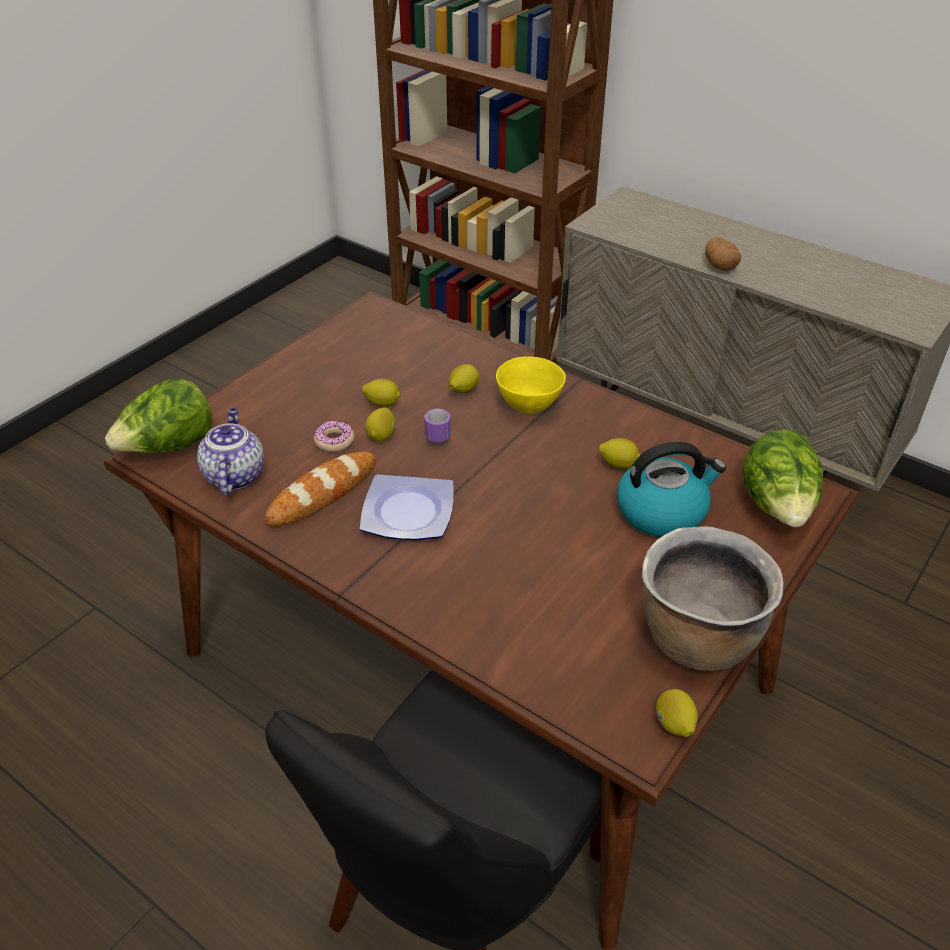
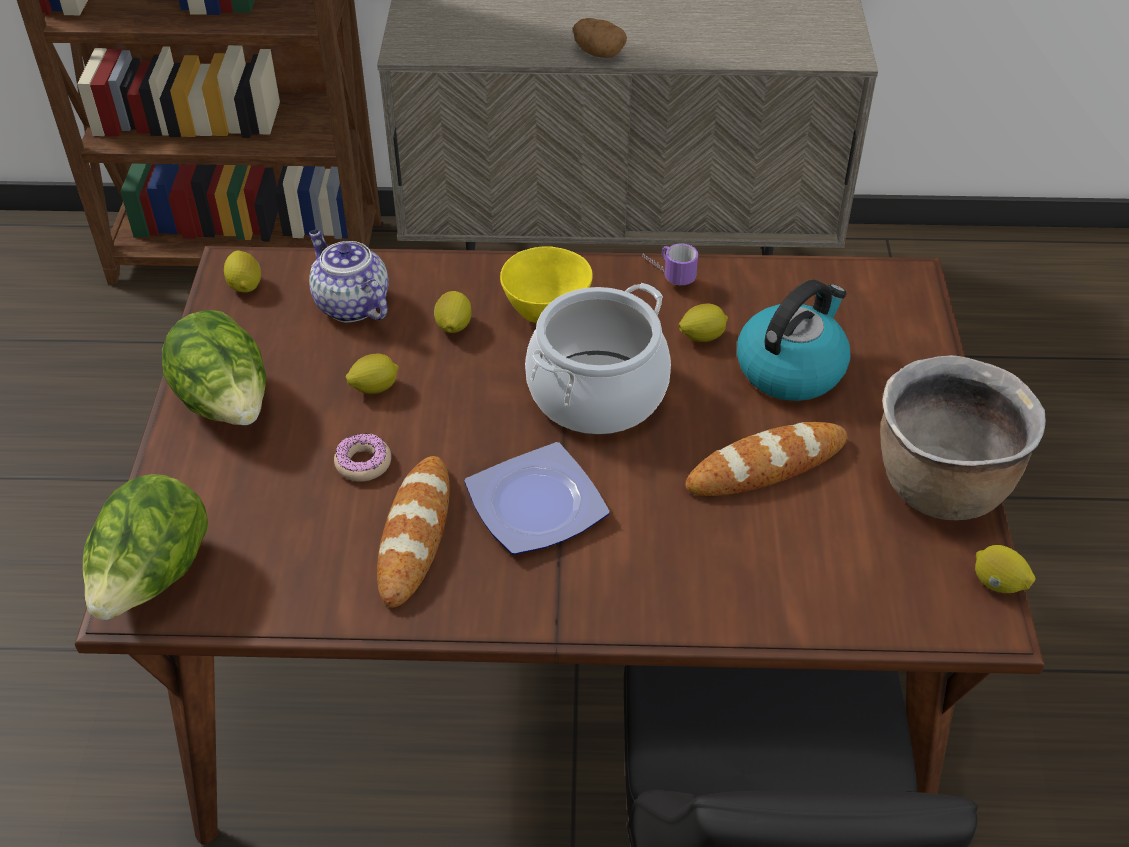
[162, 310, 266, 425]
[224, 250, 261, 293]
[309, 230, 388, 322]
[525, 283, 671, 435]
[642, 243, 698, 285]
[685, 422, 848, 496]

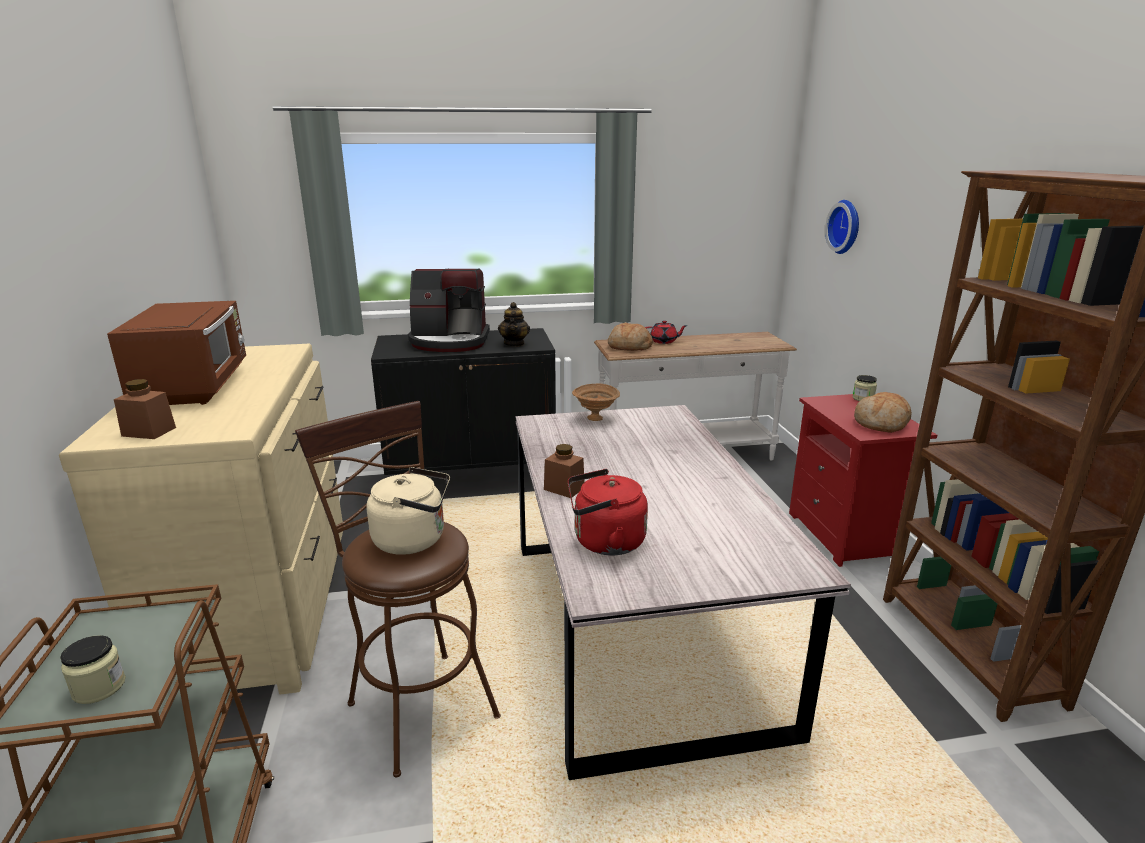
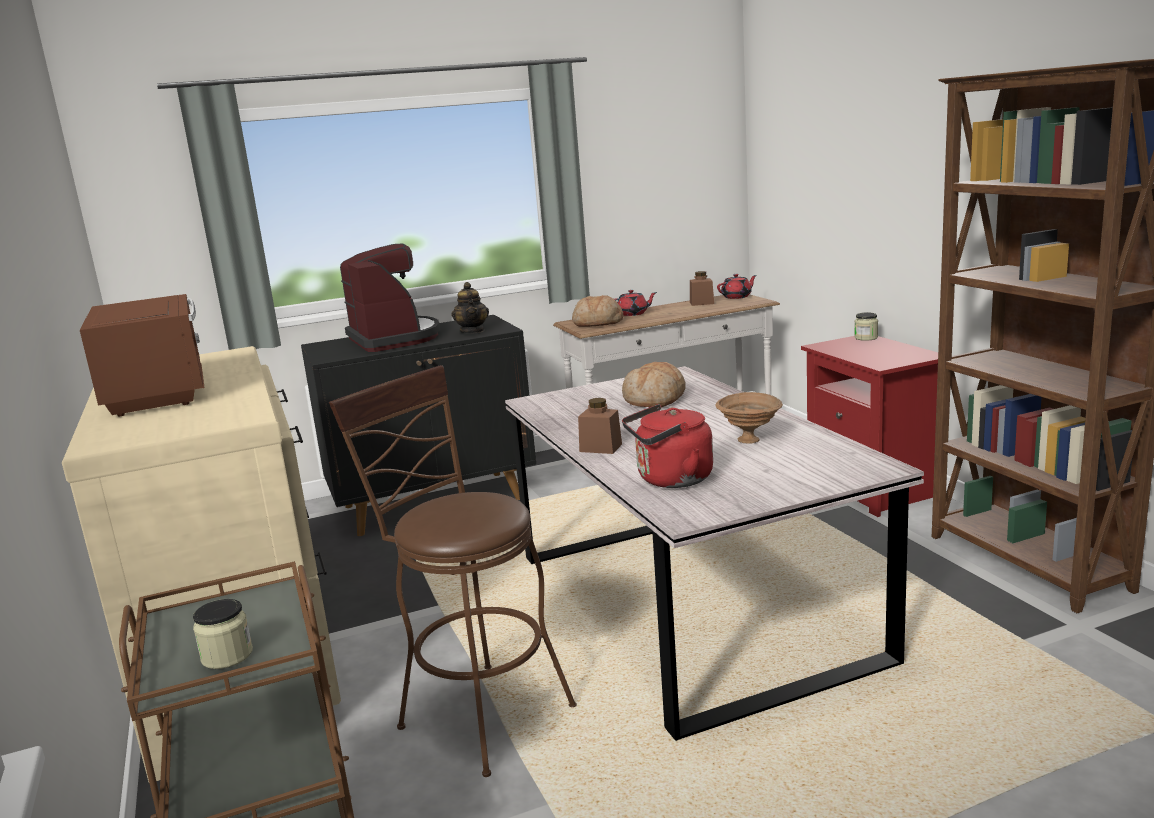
[340, 244, 440, 352]
[622, 362, 686, 407]
[690, 271, 714, 306]
[715, 392, 783, 444]
[717, 274, 757, 299]
[366, 467, 450, 555] (first image)
[825, 200, 859, 254] (first image)

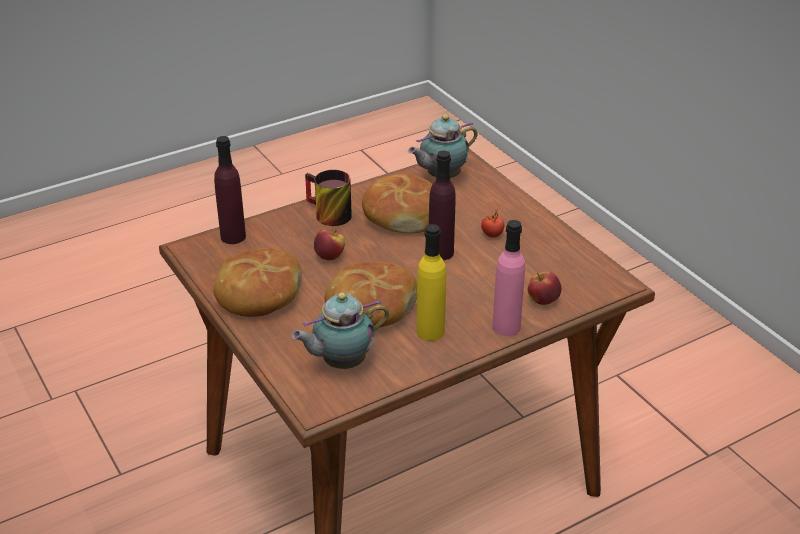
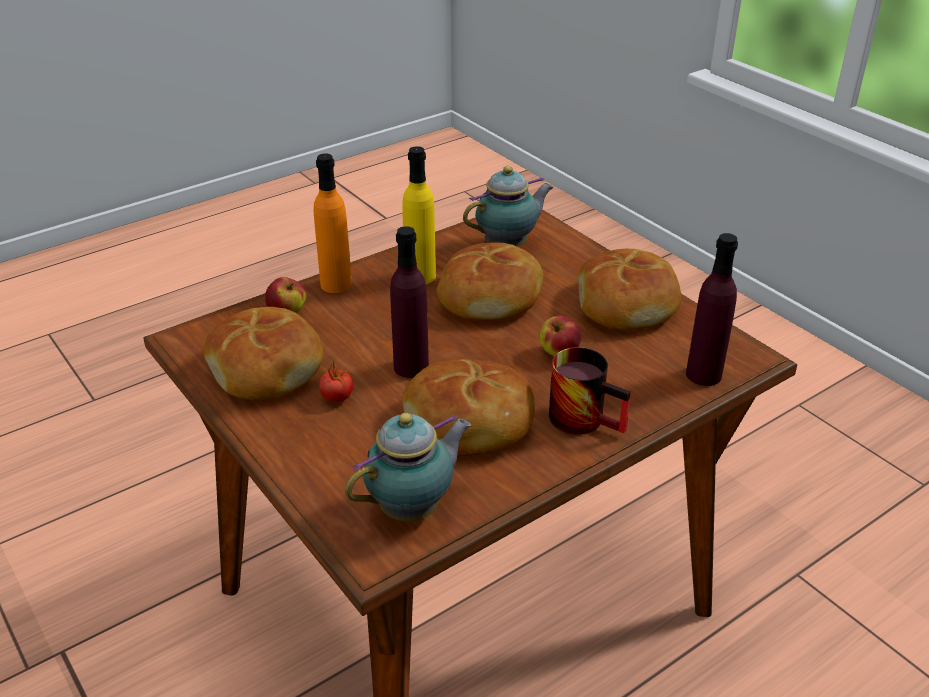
[204, 307, 323, 401]
[314, 154, 352, 293]

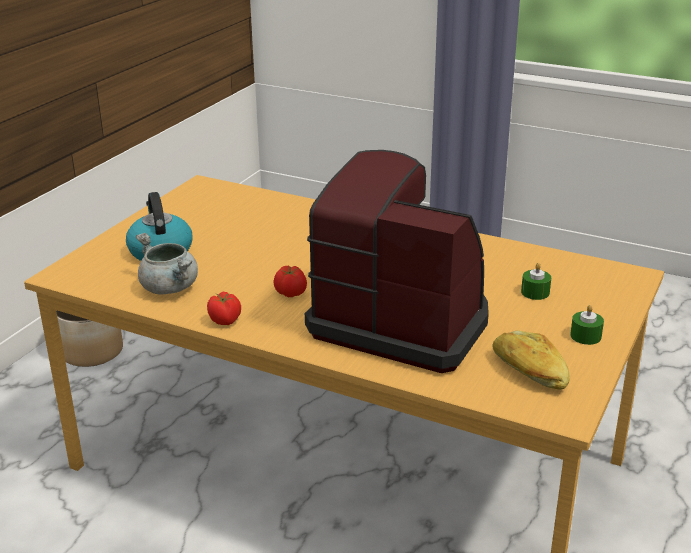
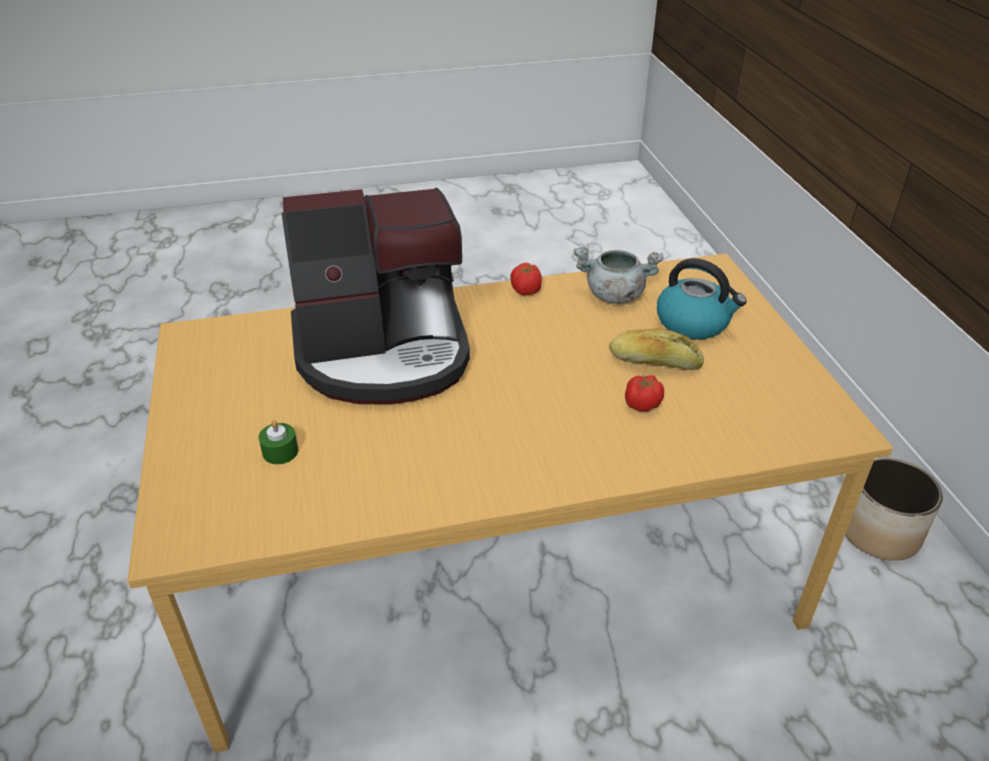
[609, 329, 704, 370]
[625, 375, 664, 411]
[570, 305, 604, 345] (first image)

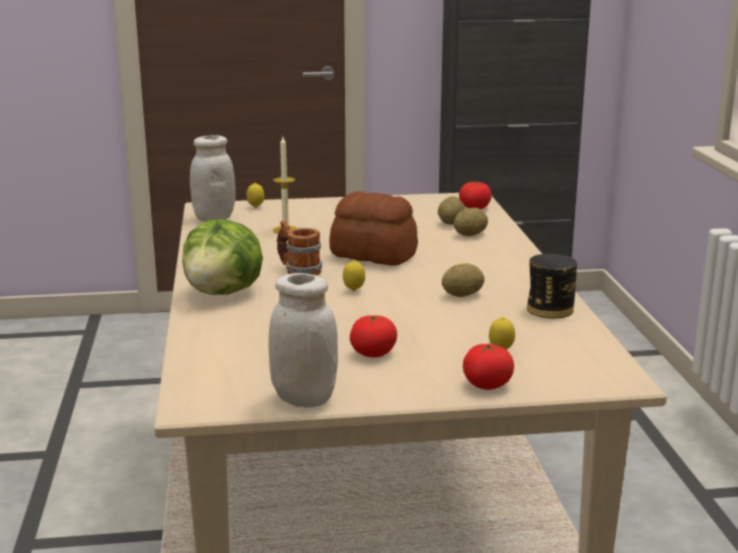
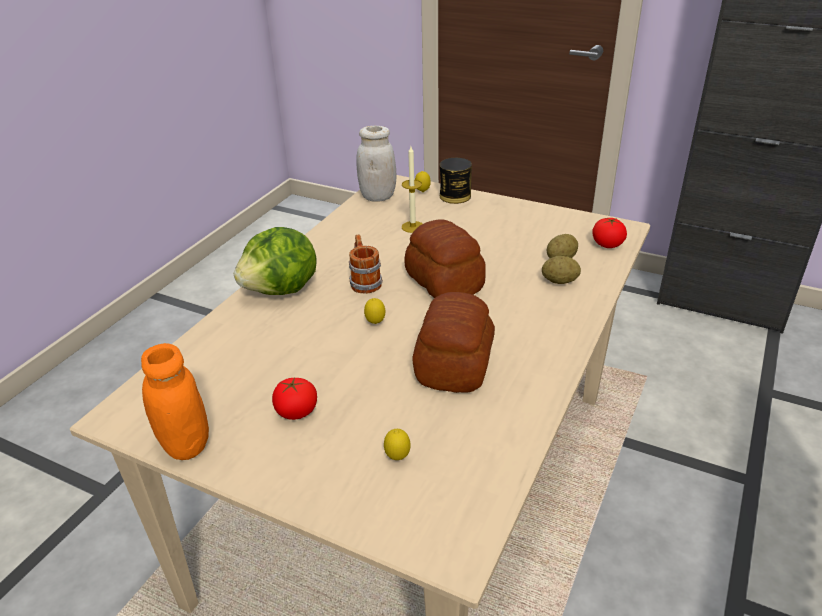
[141, 343, 209, 460]
[412, 292, 495, 393]
[440, 158, 472, 204]
[463, 343, 514, 390] (first image)

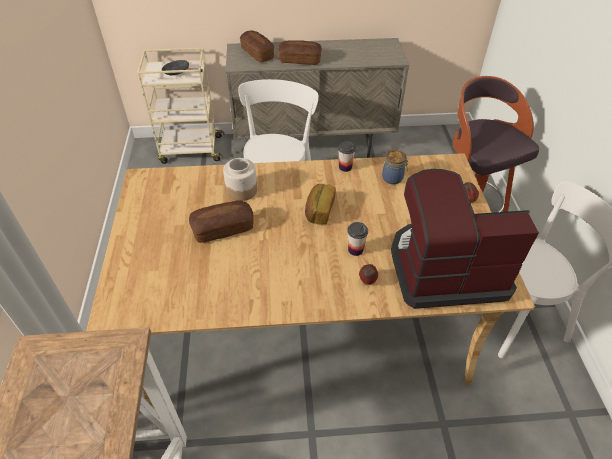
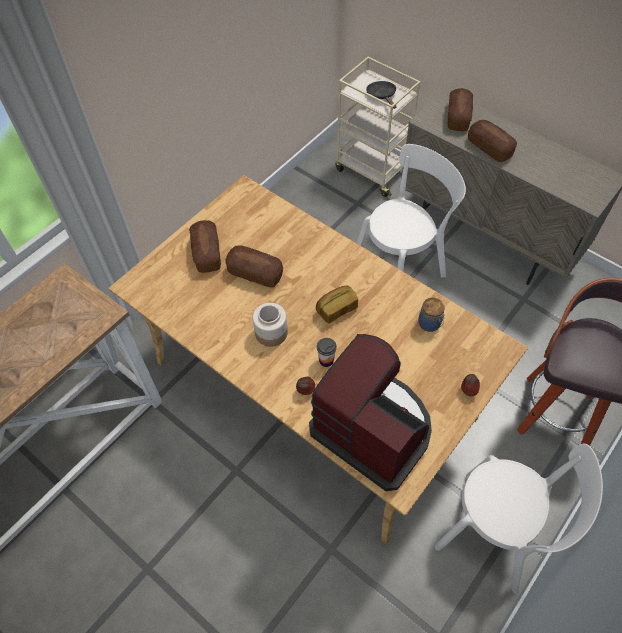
[189, 220, 221, 273]
[253, 303, 288, 347]
[338, 141, 356, 172] (first image)

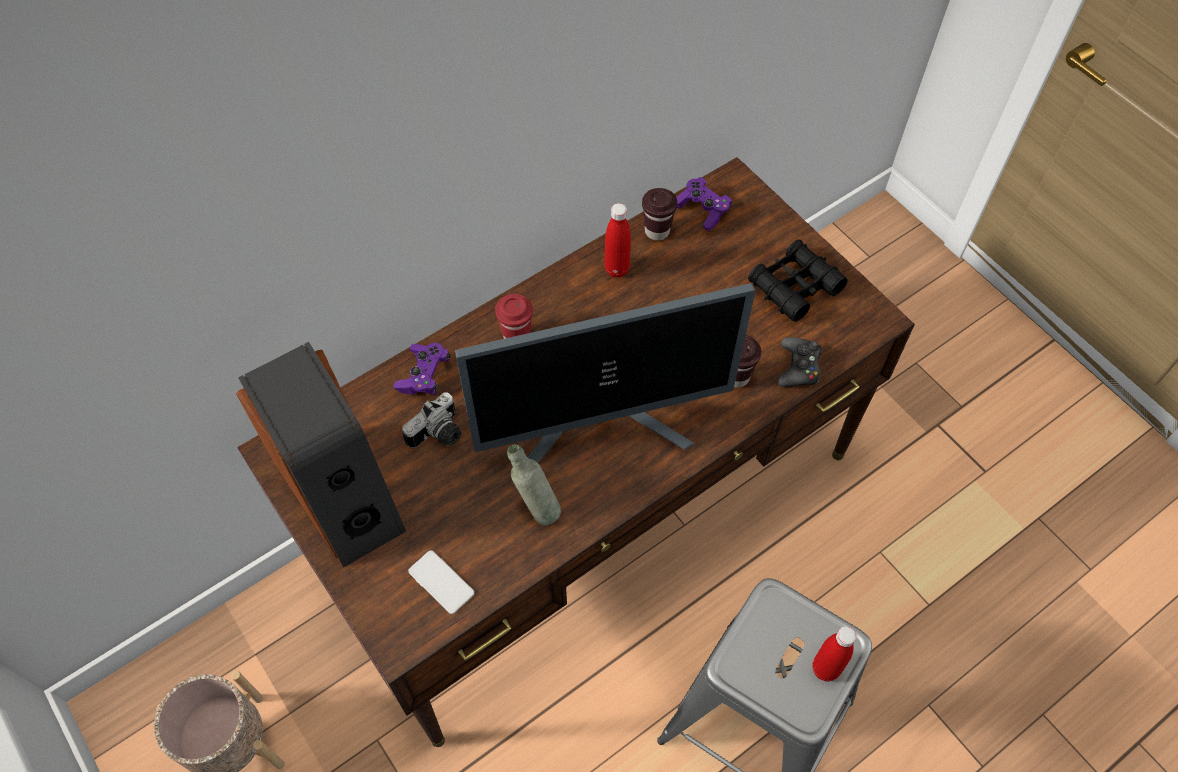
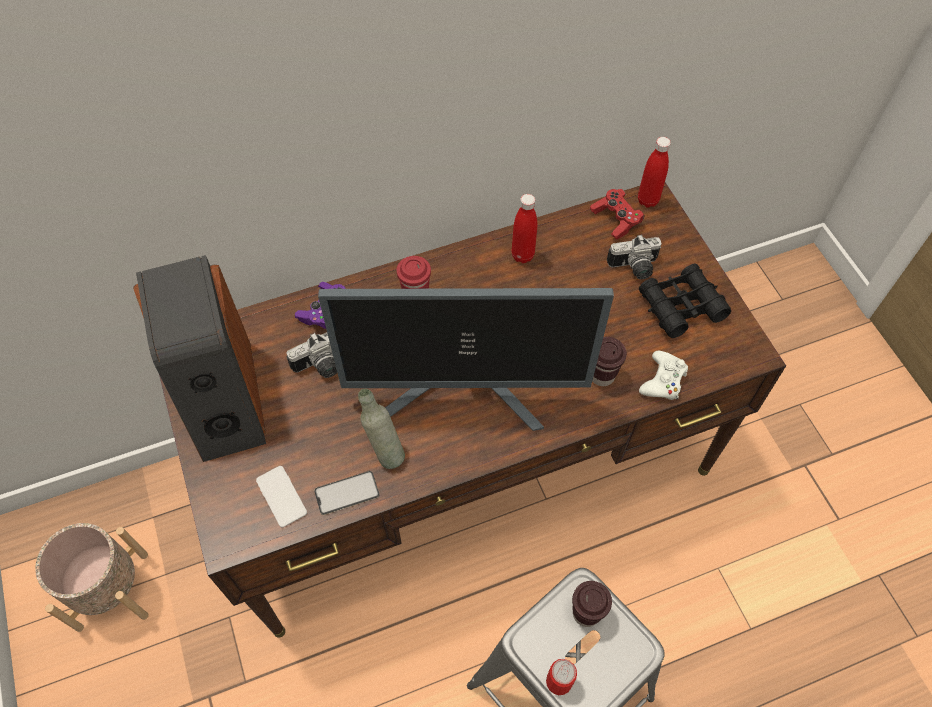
[314, 471, 379, 515]
[546, 659, 577, 695]
[572, 581, 612, 627]
[590, 189, 645, 240]
[607, 234, 662, 279]
[638, 137, 671, 207]
[639, 351, 688, 400]

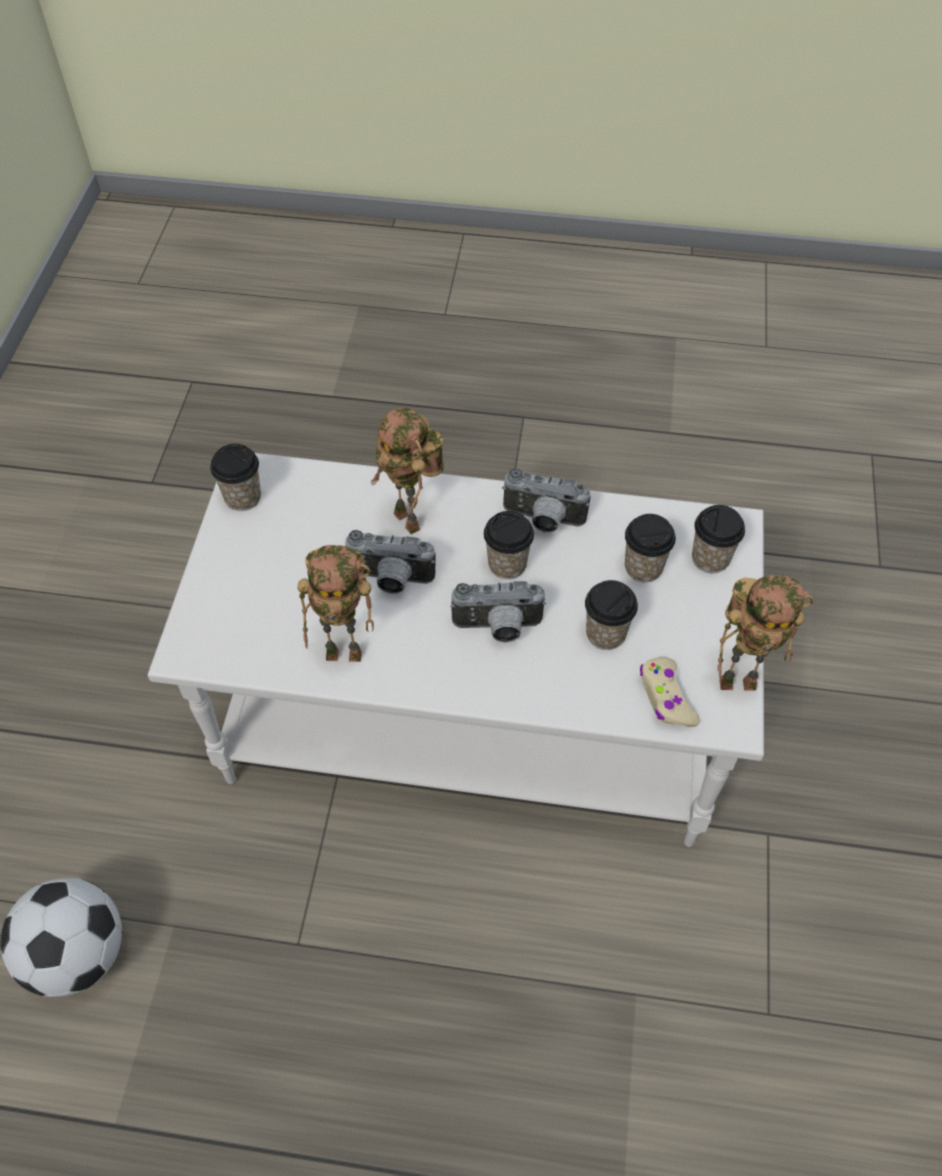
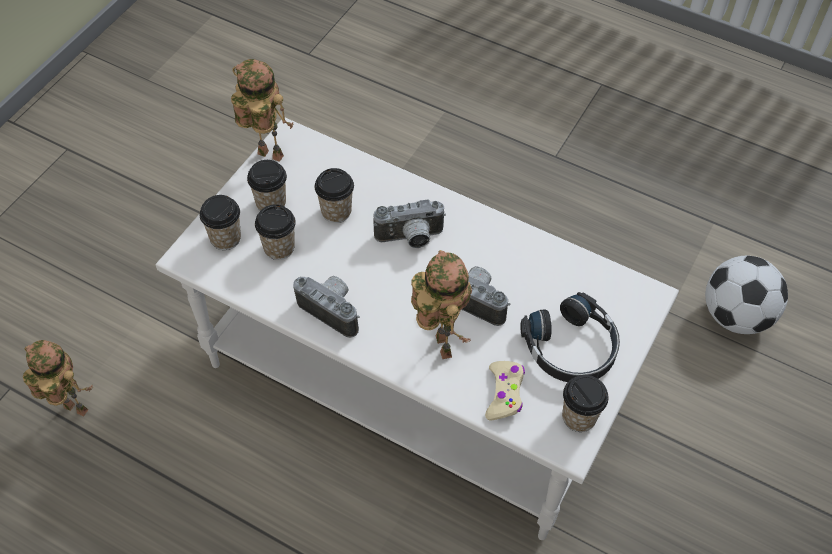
[23, 340, 93, 416]
[247, 160, 287, 211]
[374, 200, 446, 248]
[485, 361, 525, 421]
[520, 292, 620, 382]

